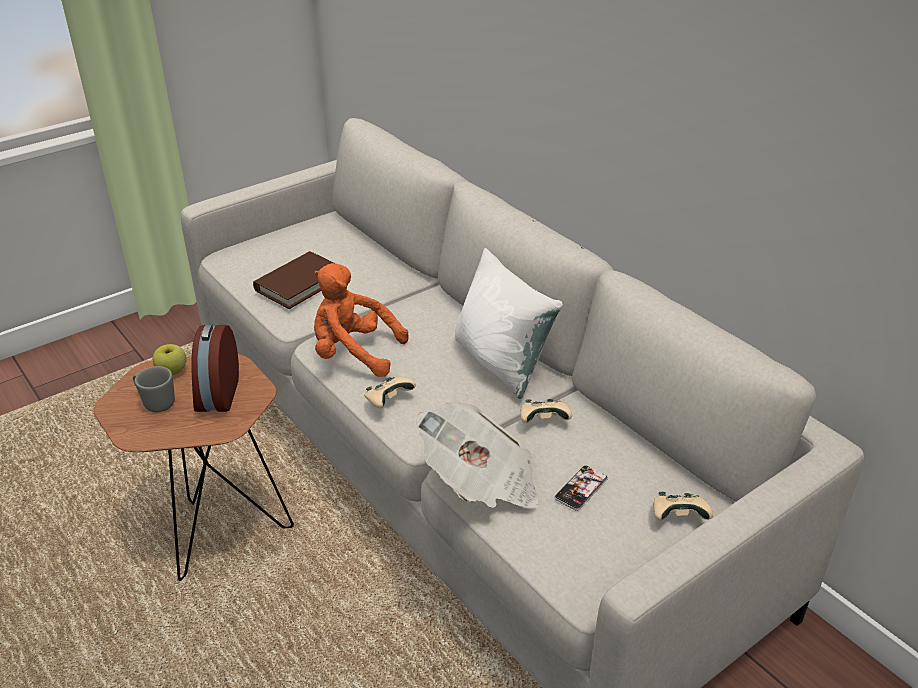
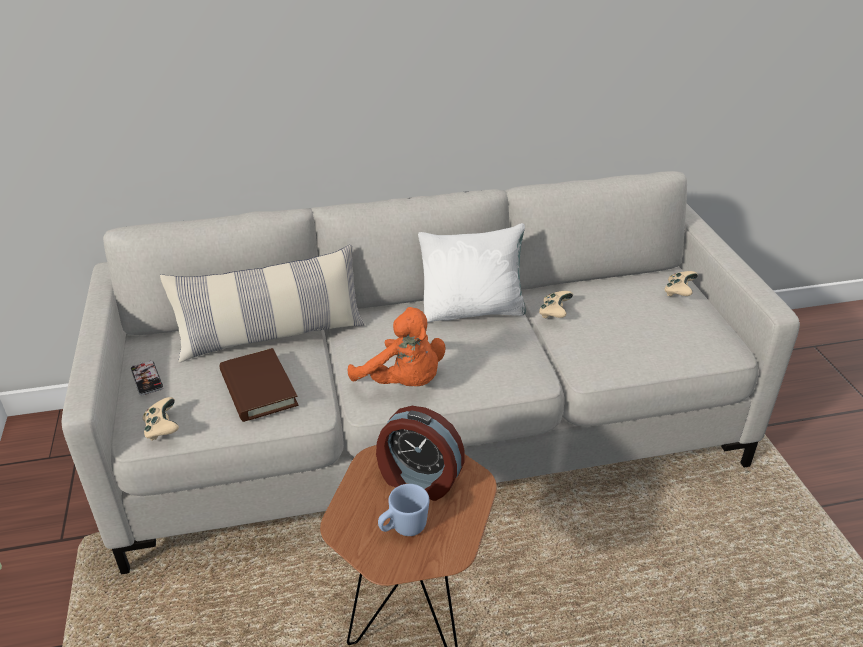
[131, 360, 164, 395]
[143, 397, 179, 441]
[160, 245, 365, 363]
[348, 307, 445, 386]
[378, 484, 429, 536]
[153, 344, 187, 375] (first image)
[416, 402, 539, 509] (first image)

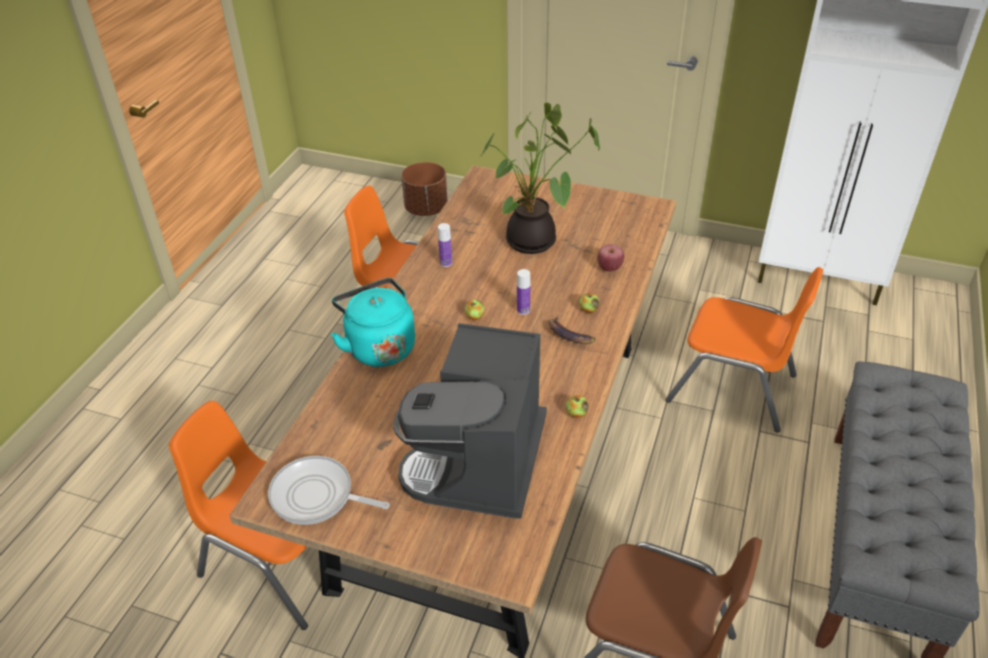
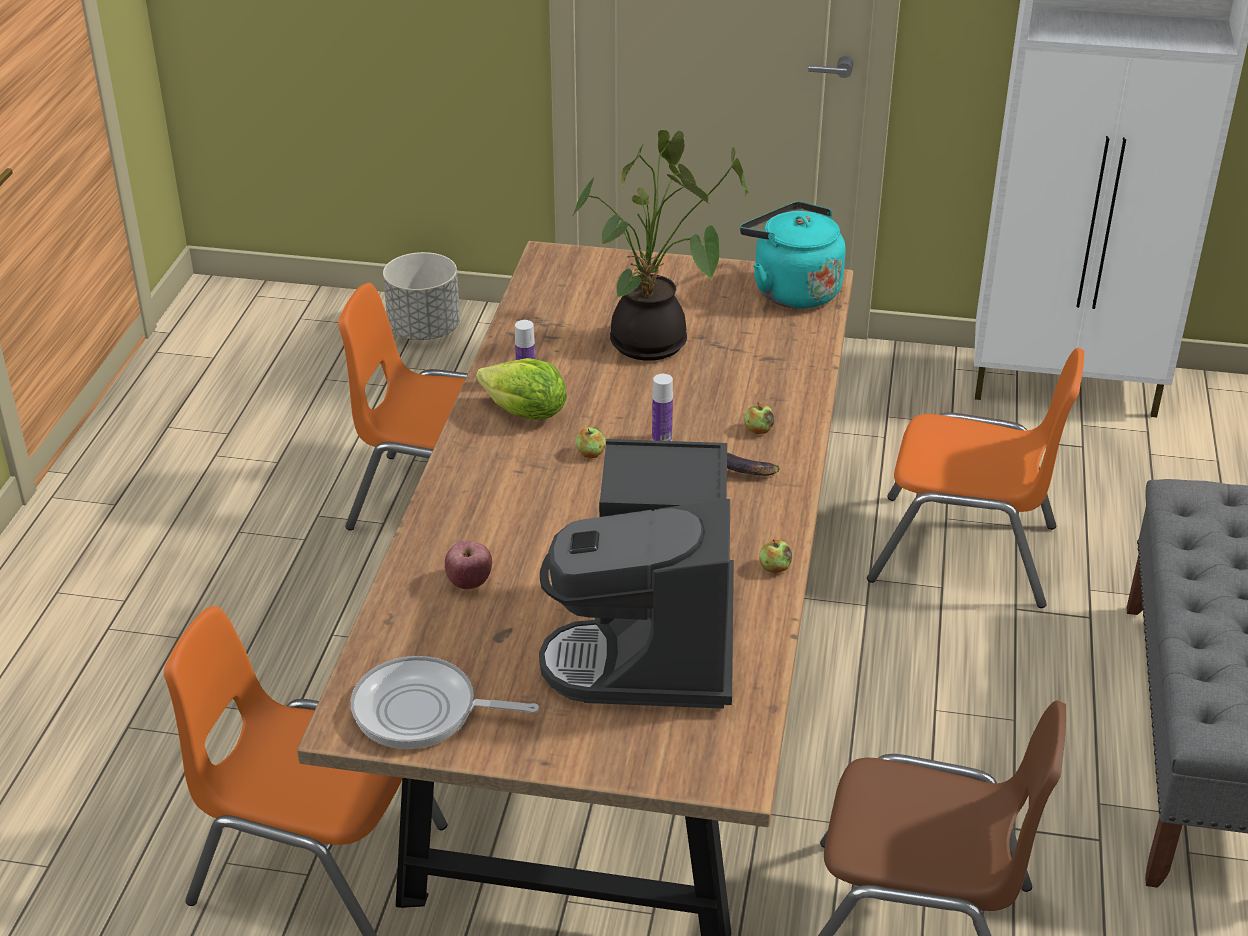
[383, 252, 460, 340]
[445, 541, 492, 589]
[476, 358, 567, 420]
[740, 202, 846, 309]

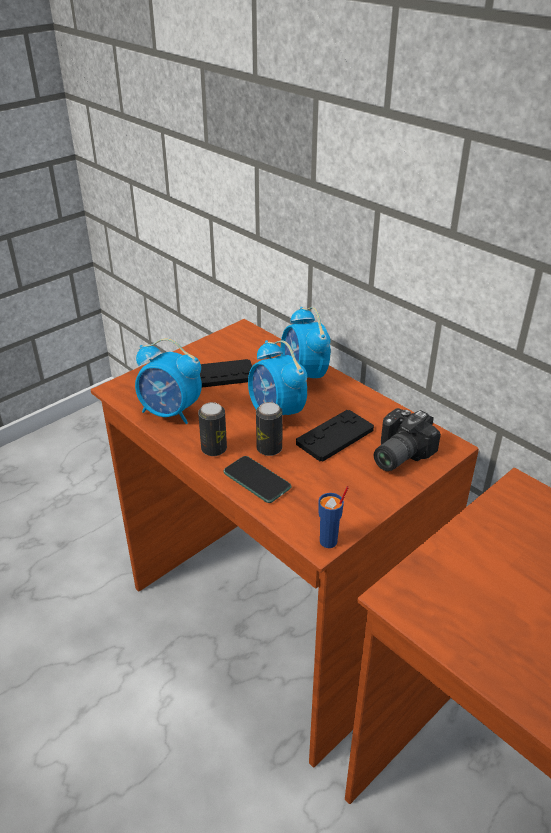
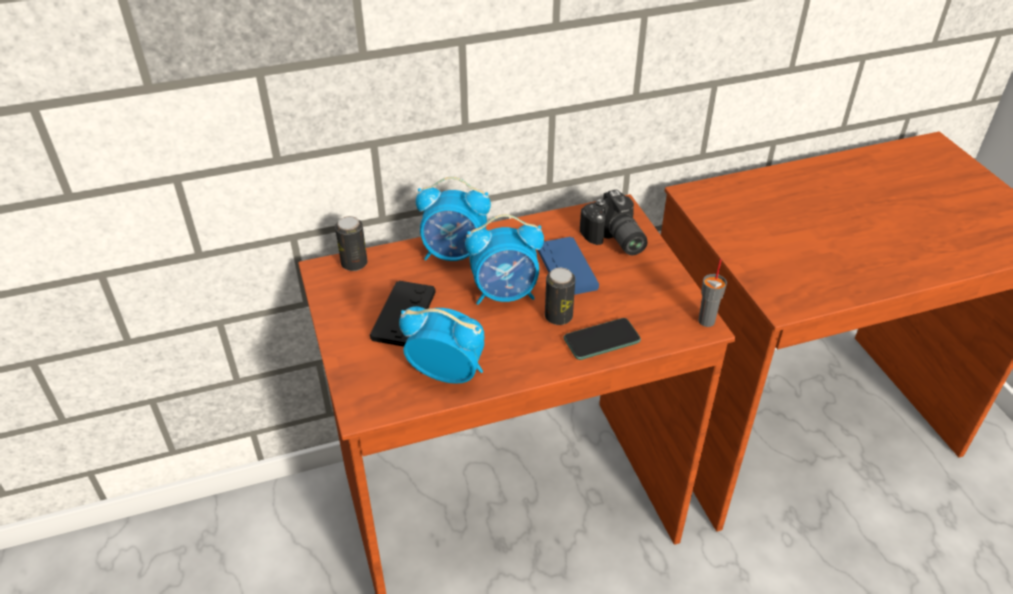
[335, 216, 367, 271]
[399, 306, 484, 384]
[538, 237, 599, 295]
[698, 259, 727, 327]

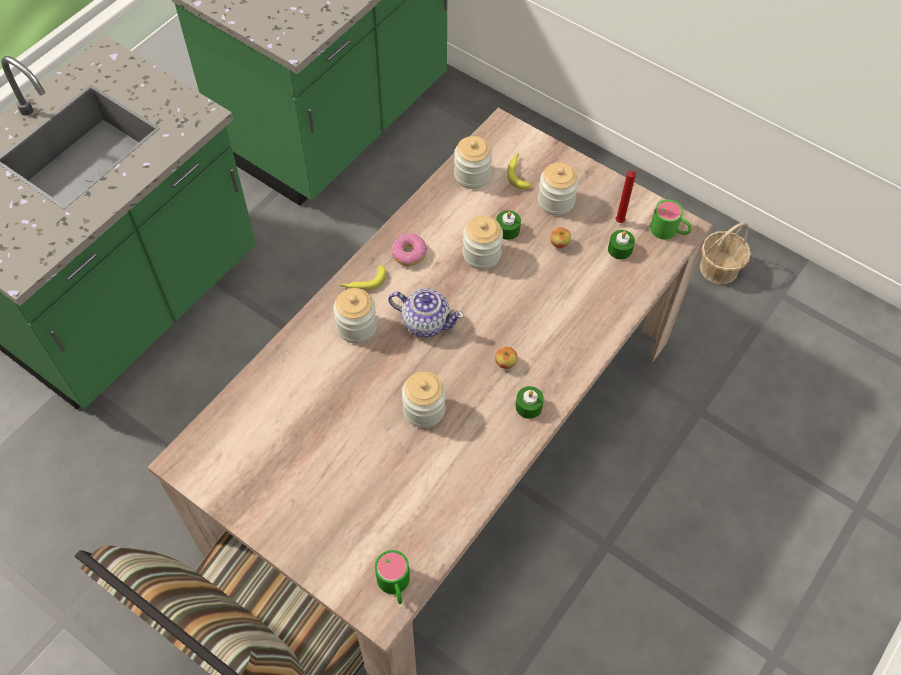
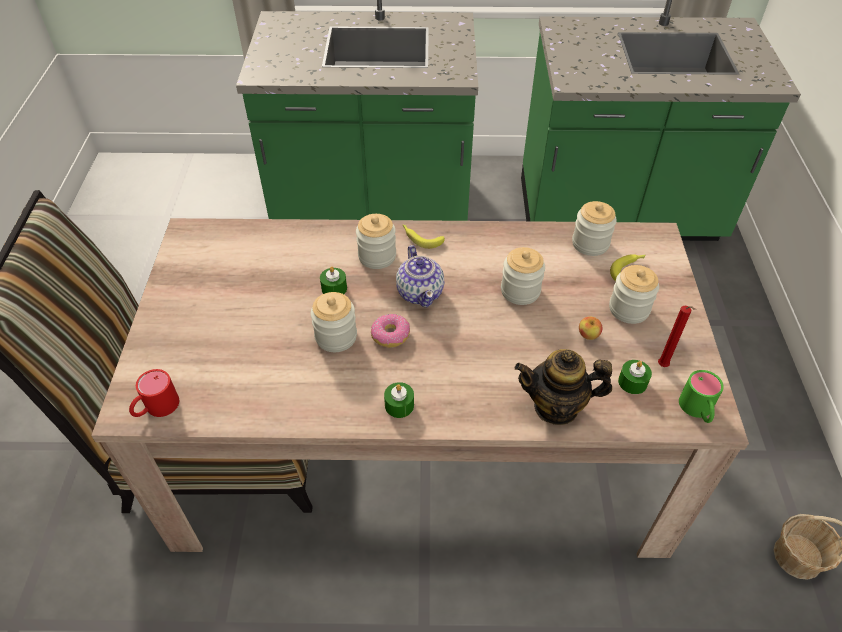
[129, 369, 179, 417]
[320, 267, 347, 294]
[371, 314, 410, 348]
[515, 349, 612, 425]
[495, 346, 517, 369] (first image)

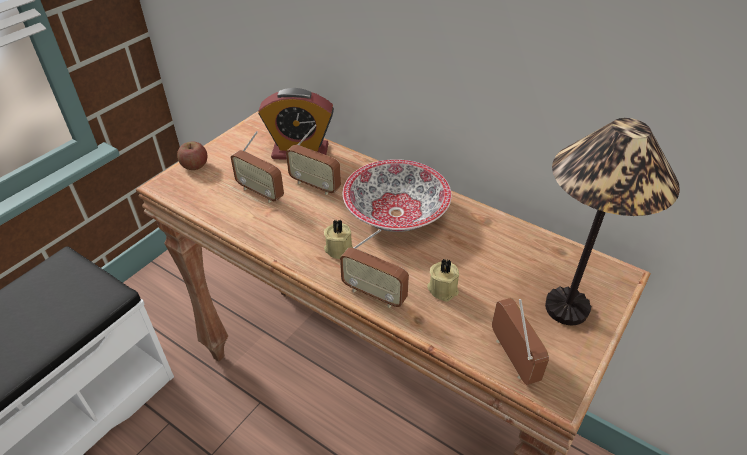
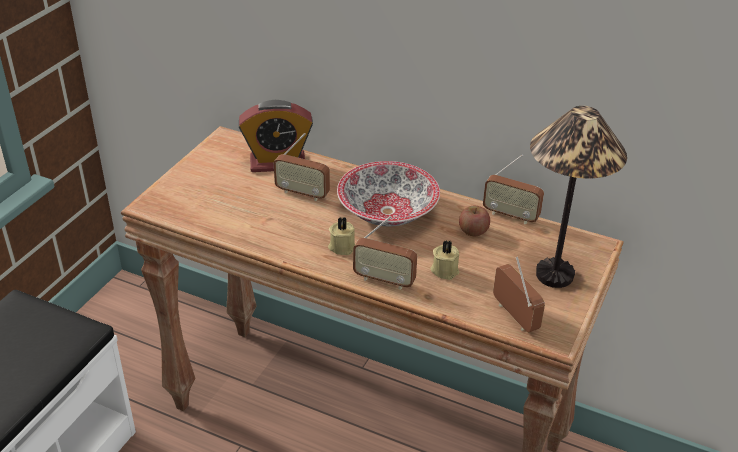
[459, 206, 490, 236]
[483, 155, 544, 224]

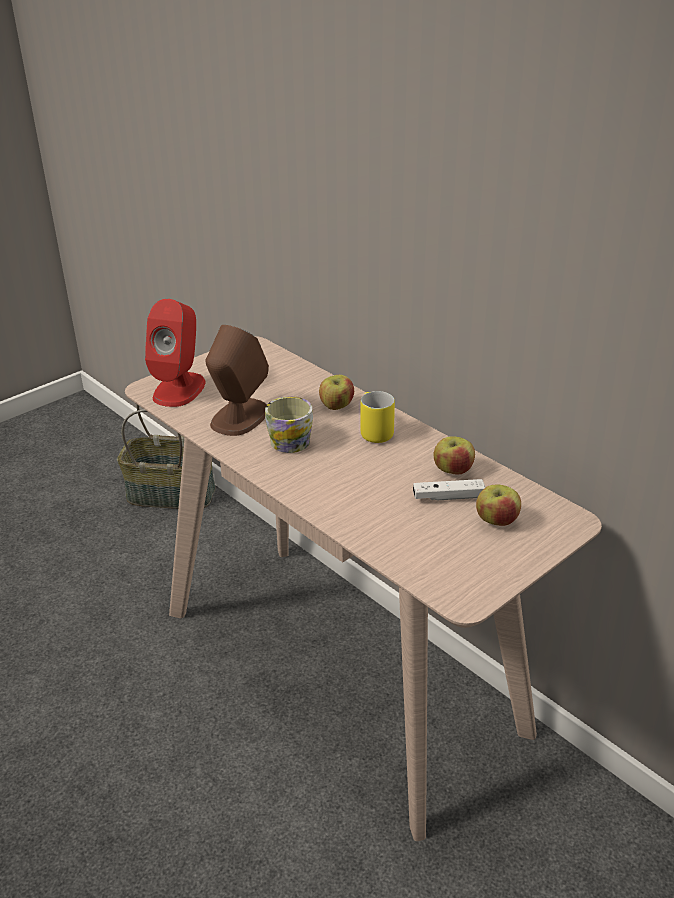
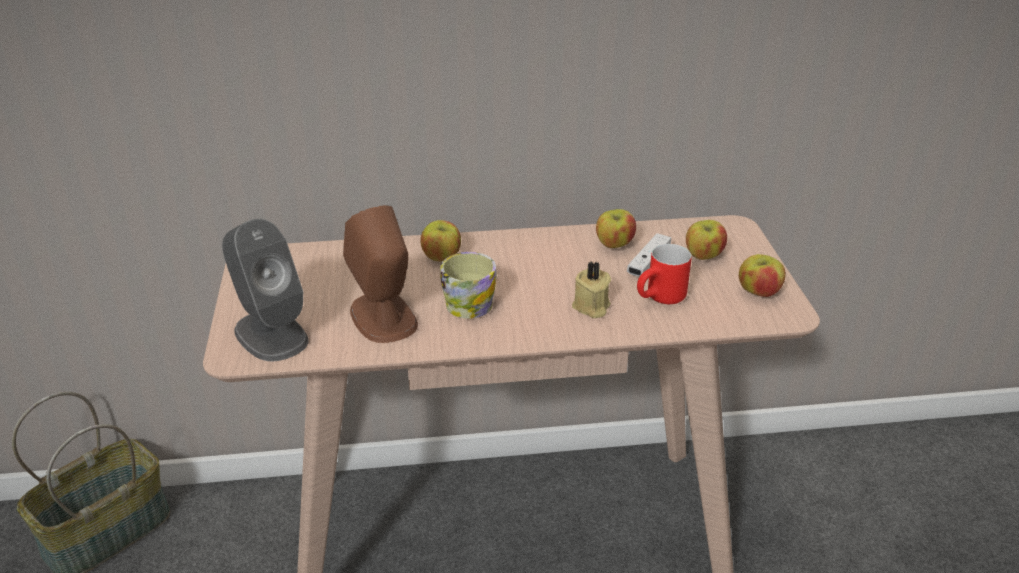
[222, 219, 308, 361]
[572, 261, 611, 318]
[637, 244, 691, 304]
[739, 254, 786, 297]
[361, 391, 395, 443] (first image)

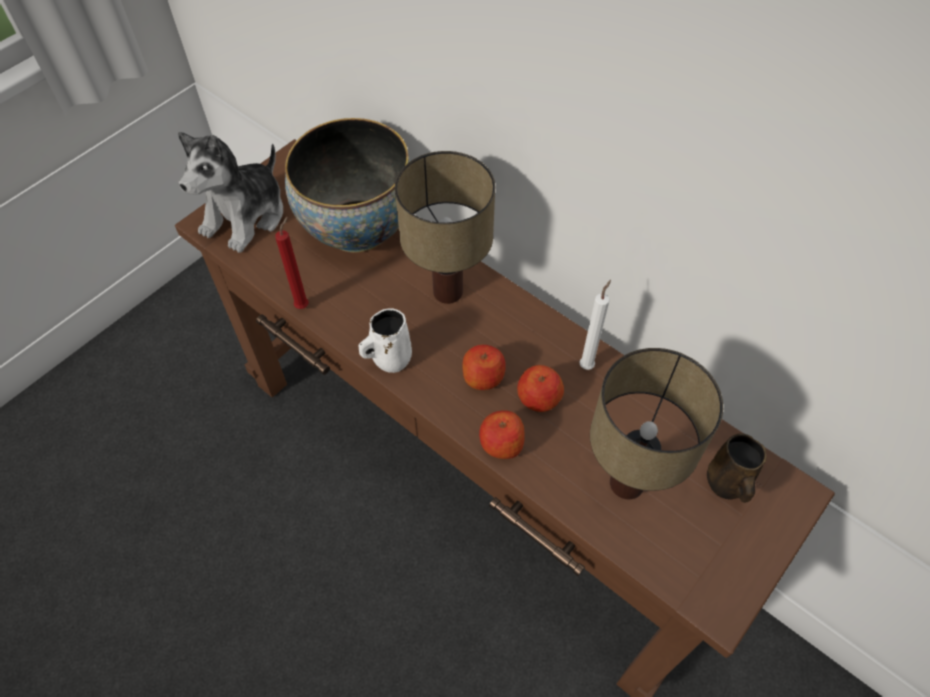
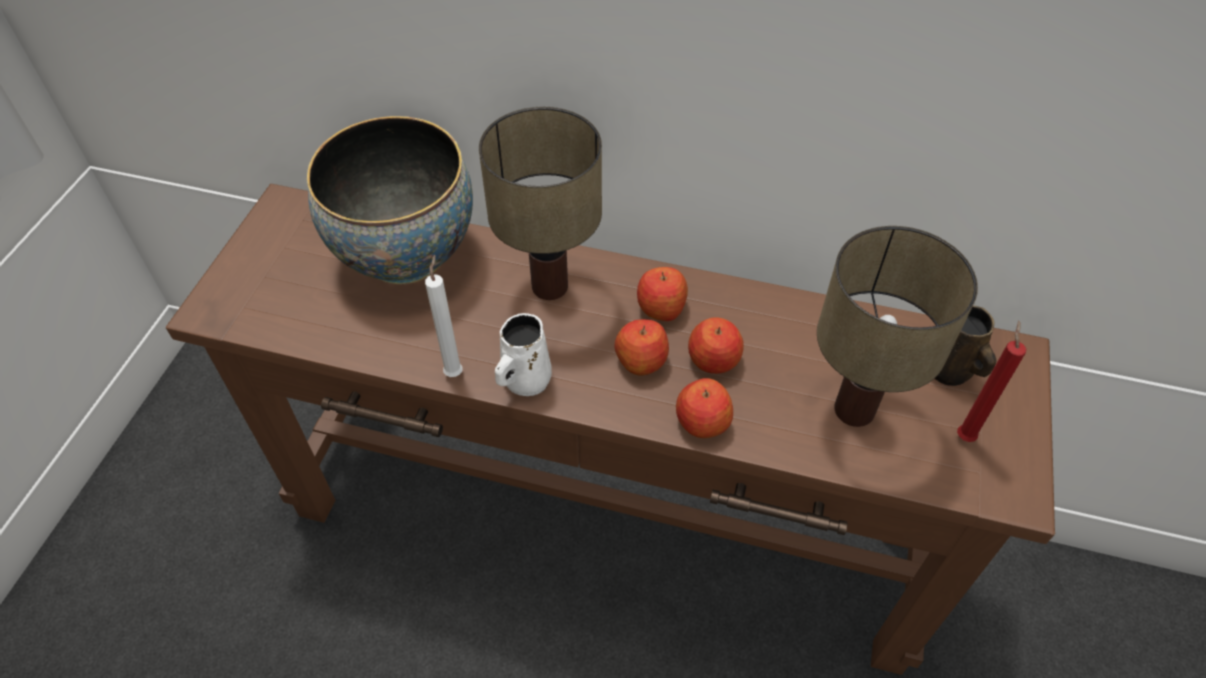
[425, 255, 463, 377]
[637, 267, 688, 321]
[957, 321, 1026, 442]
[178, 132, 283, 253] (first image)

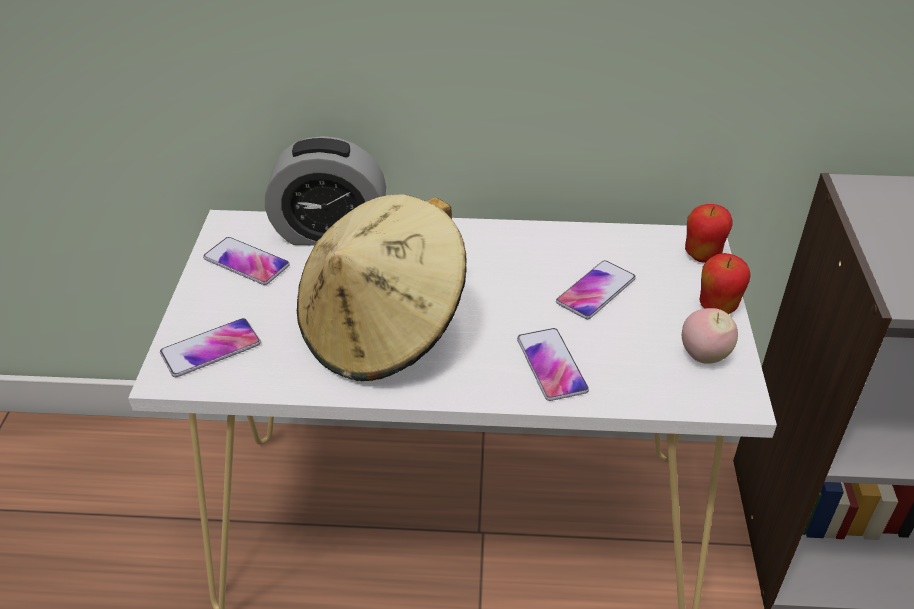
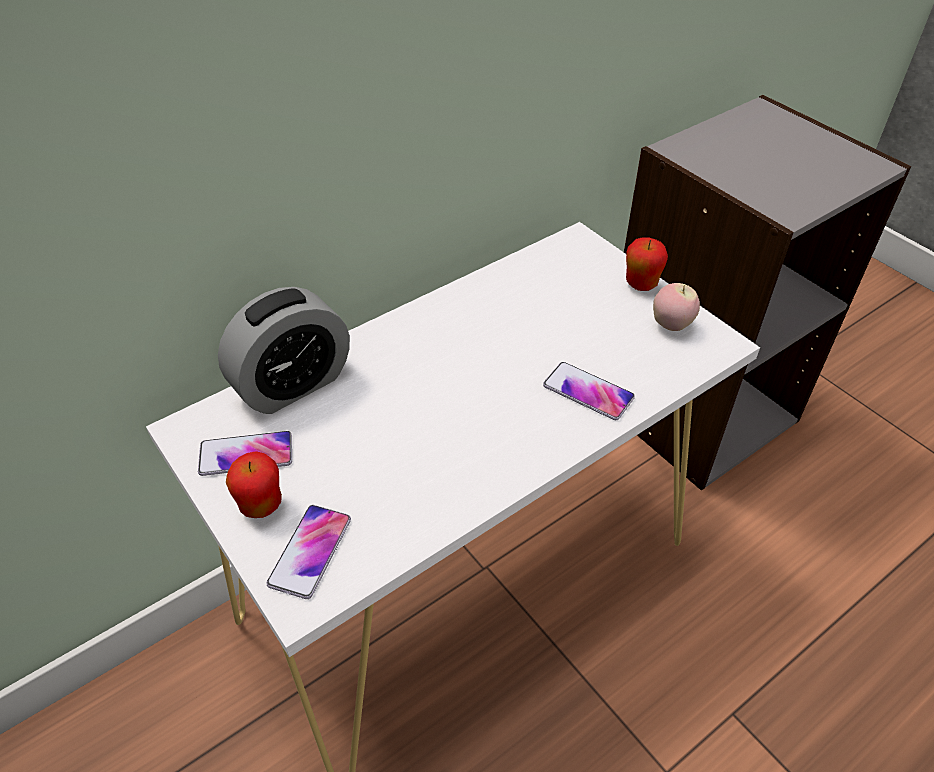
[226, 451, 282, 518]
[297, 195, 467, 382] (first image)
[556, 260, 636, 319] (first image)

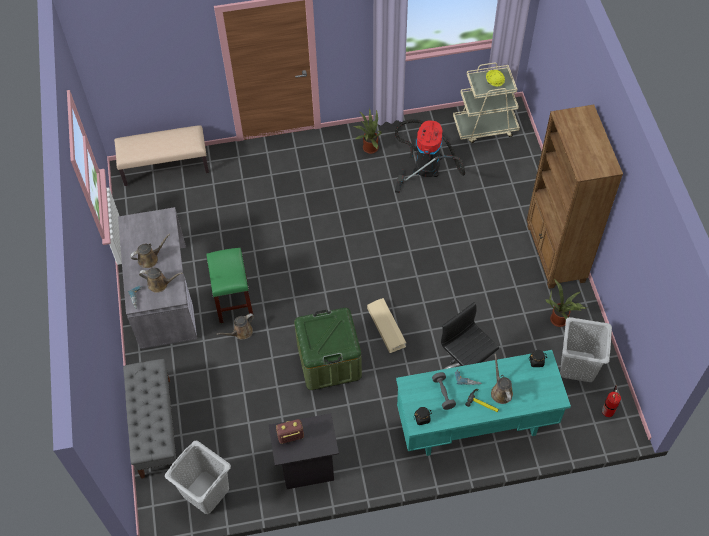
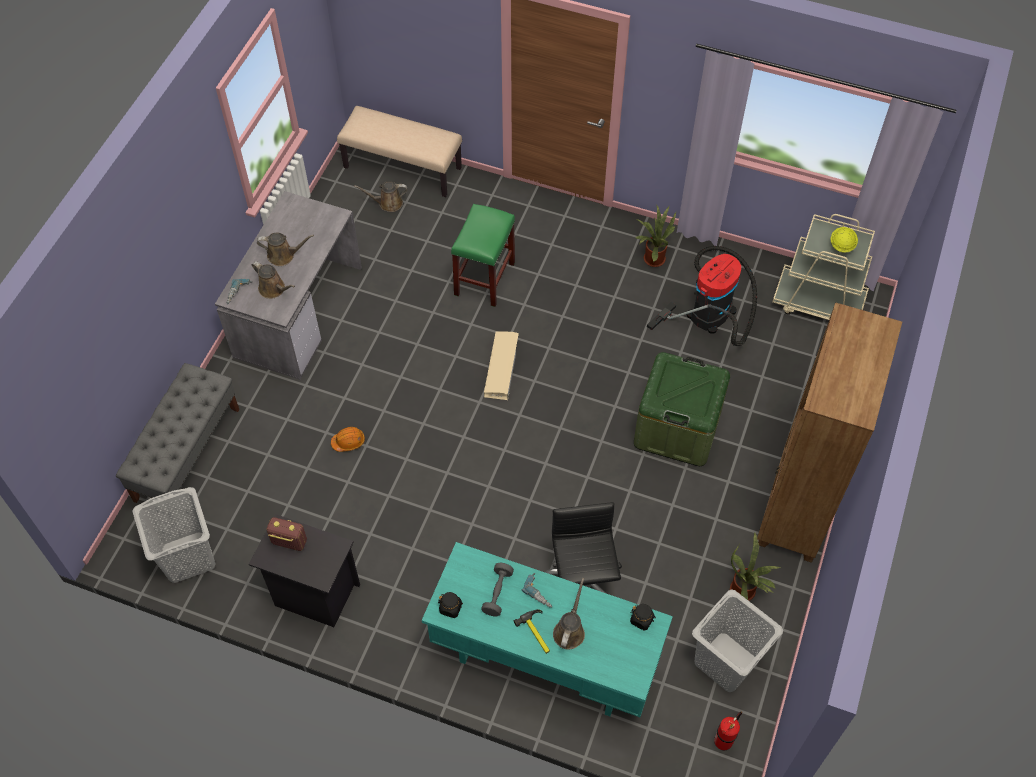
[331, 427, 365, 452]
[354, 181, 407, 212]
[451, 204, 515, 307]
[484, 331, 519, 400]
[634, 352, 730, 466]

